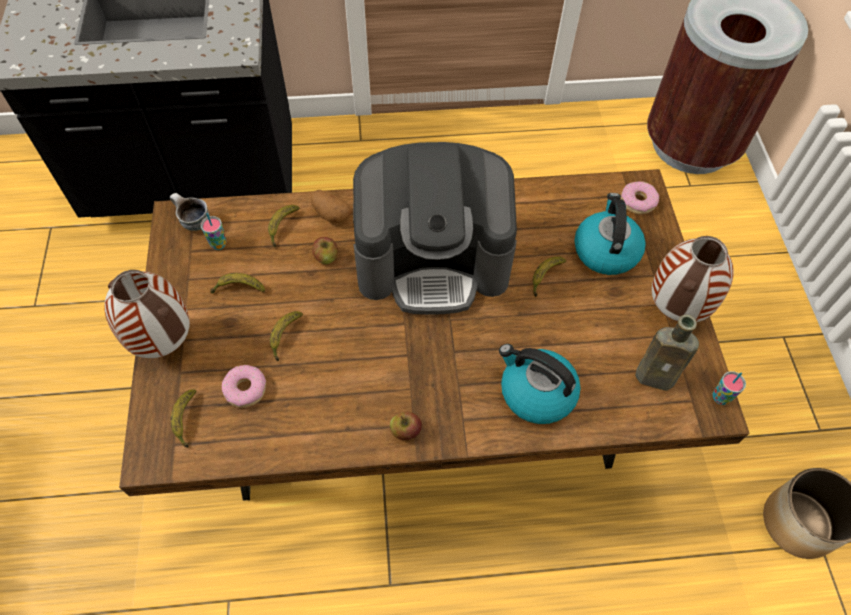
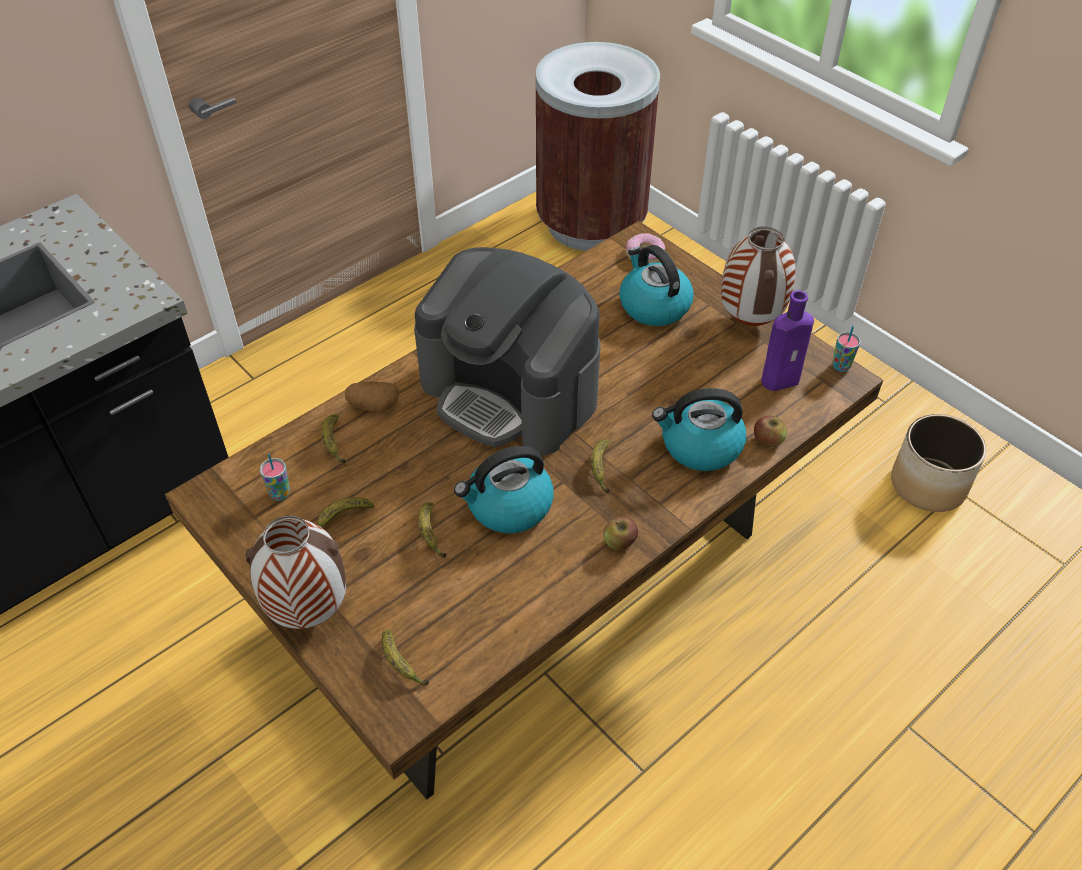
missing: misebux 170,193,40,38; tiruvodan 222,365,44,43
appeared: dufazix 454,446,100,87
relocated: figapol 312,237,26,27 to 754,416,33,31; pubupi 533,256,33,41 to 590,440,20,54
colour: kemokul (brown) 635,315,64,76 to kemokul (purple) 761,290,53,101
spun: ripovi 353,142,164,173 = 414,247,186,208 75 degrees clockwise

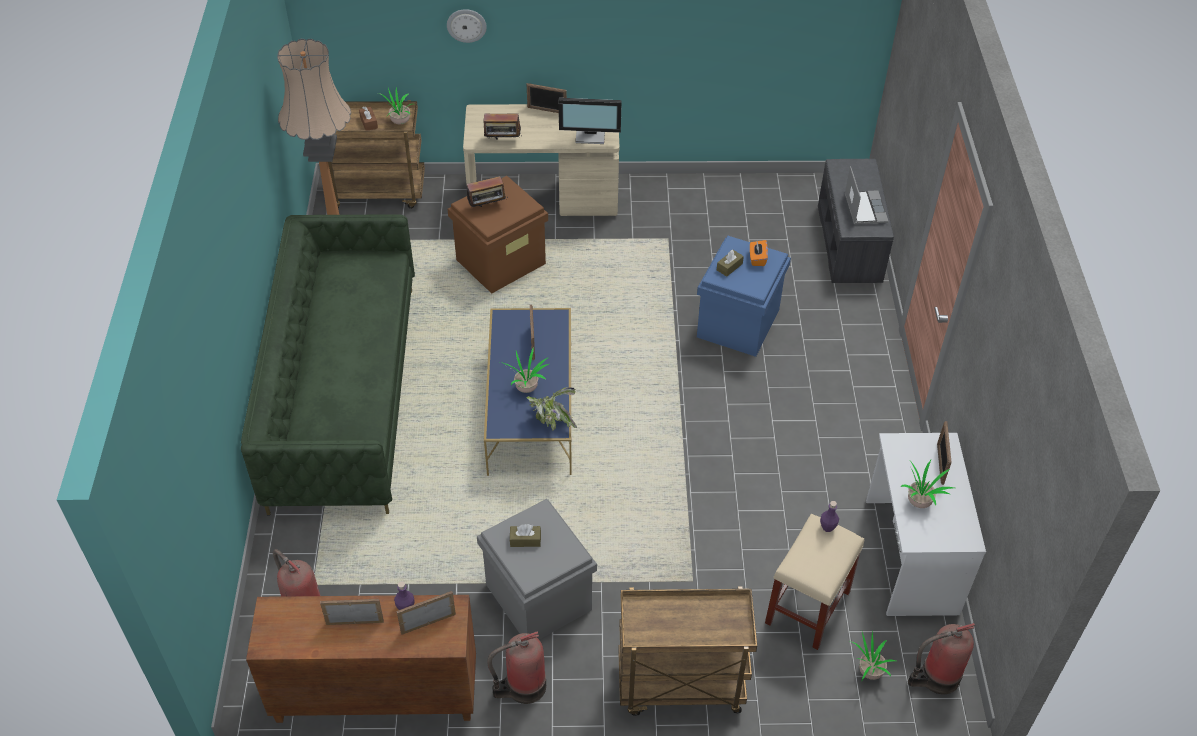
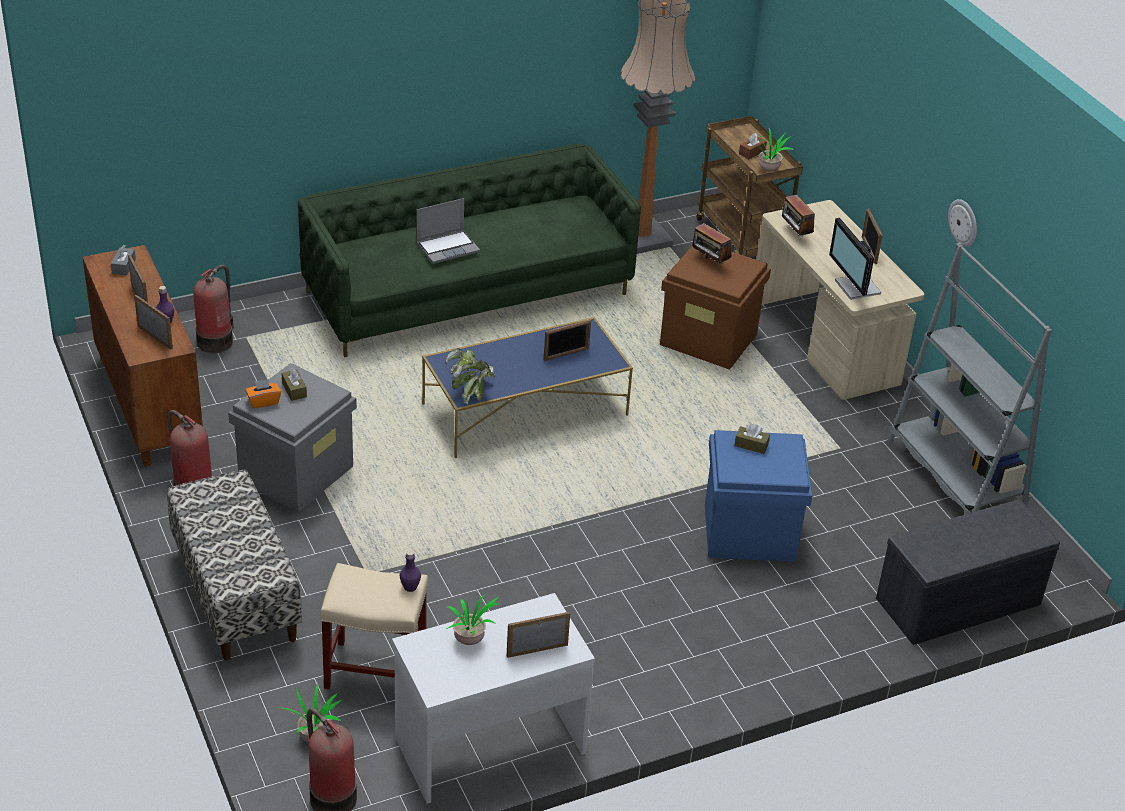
missing: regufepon 500,347,49,46
appeared: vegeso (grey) 111,245,25,31; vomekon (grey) 887,242,165,272
relocated: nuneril 447,9,40,34 to 948,199,29,48; vegeso (orange) 750,240,18,26 to 245,379,36,29; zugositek 845,166,44,58 to 416,198,64,66
exchanged: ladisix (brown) 618,587,139,129 to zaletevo 167,469,135,191

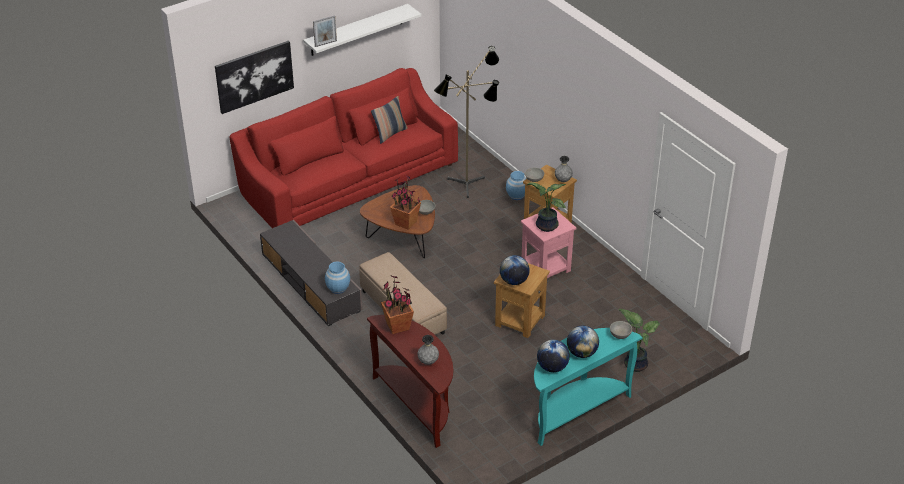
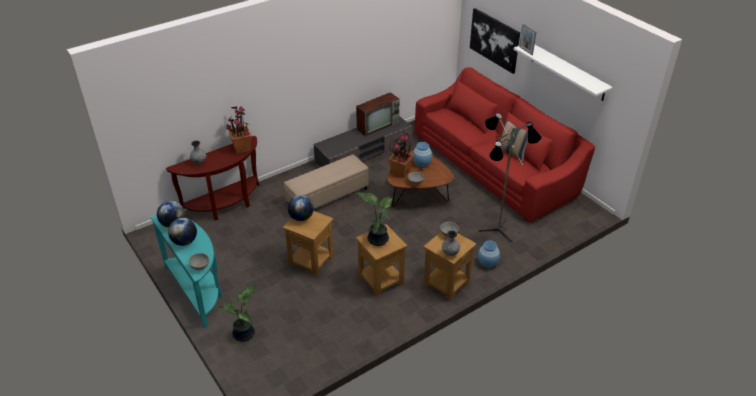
appeared: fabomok 356,92,44,45
relocated: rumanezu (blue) 325,261,25,33 to 413,142,19,26
colour: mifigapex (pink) 521,207,55,71 to mifigapex (brown) 355,224,52,72

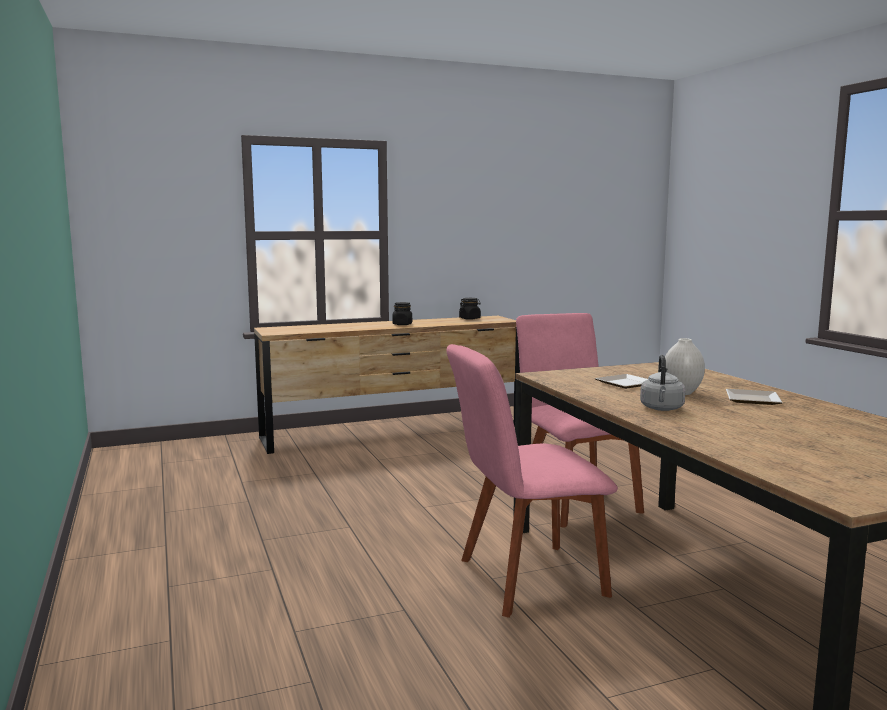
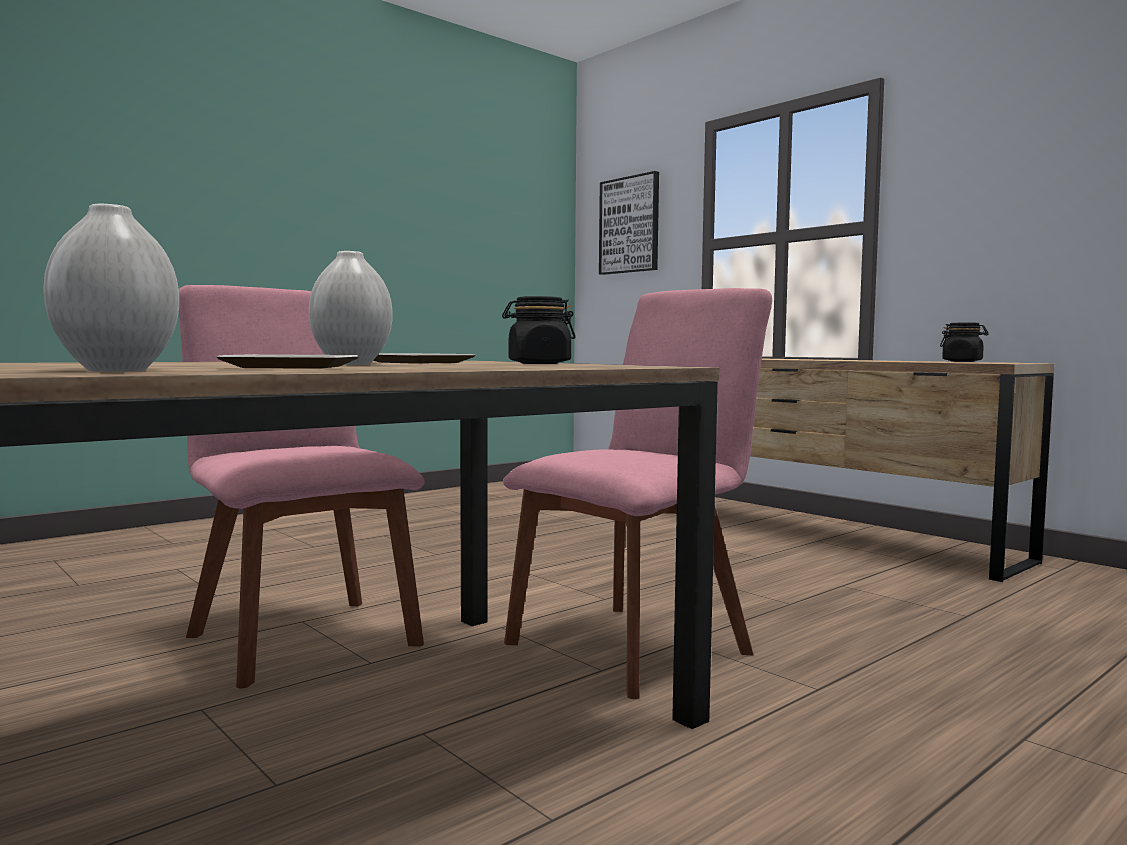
missing: dufazix (grey) 640,355,46,56
appeared: rumanezu (white) 44,204,135,168; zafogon 599,171,60,104
relocated: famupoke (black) 392,302,20,23 to 502,296,73,68

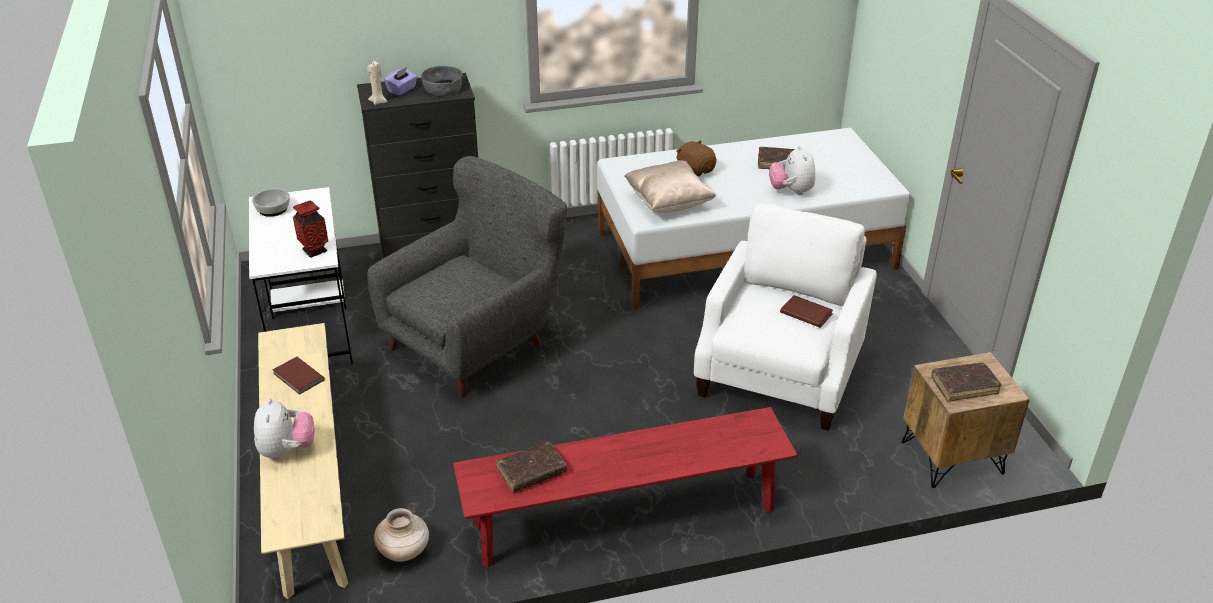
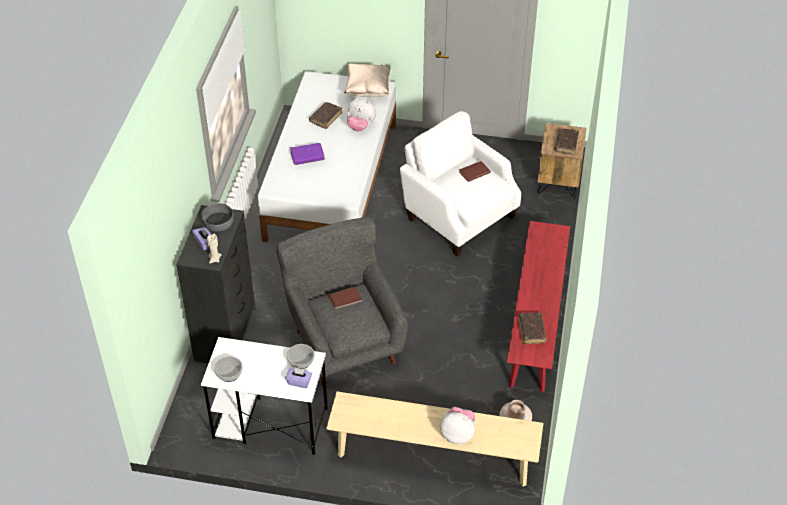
appeared: vegeso (purple) 285,367,27,21
relocated: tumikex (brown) 273,357,52,38 to 328,287,34,23; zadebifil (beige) 624,160,92,53 to 344,63,47,34
exchanged: rumanezu 293,200,35,58 to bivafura 286,344,29,25; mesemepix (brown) 676,140,41,37 to tumikex (purple) 290,143,35,22

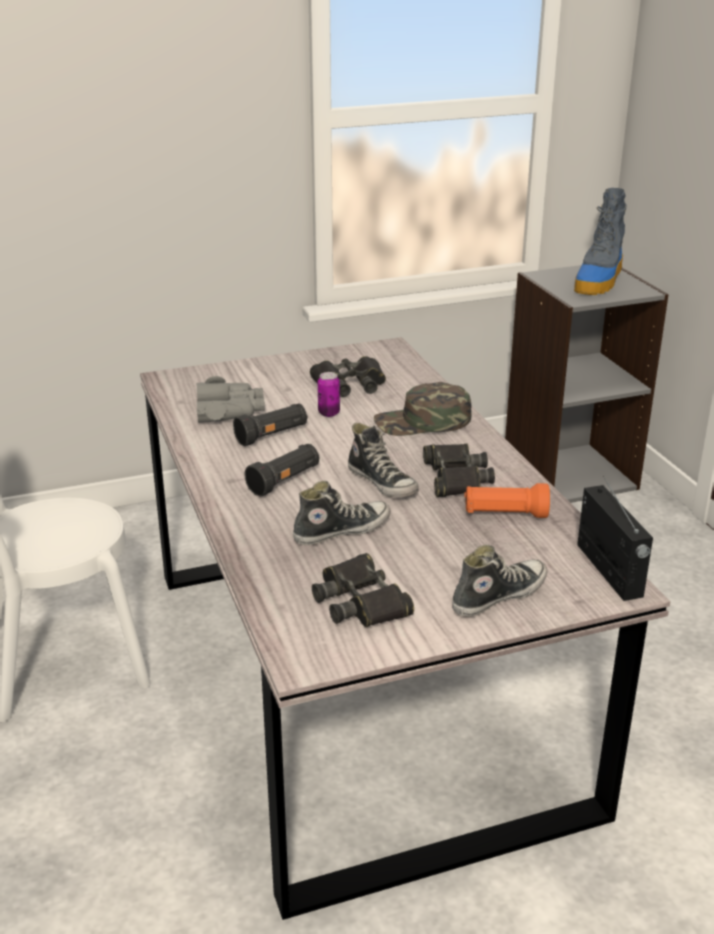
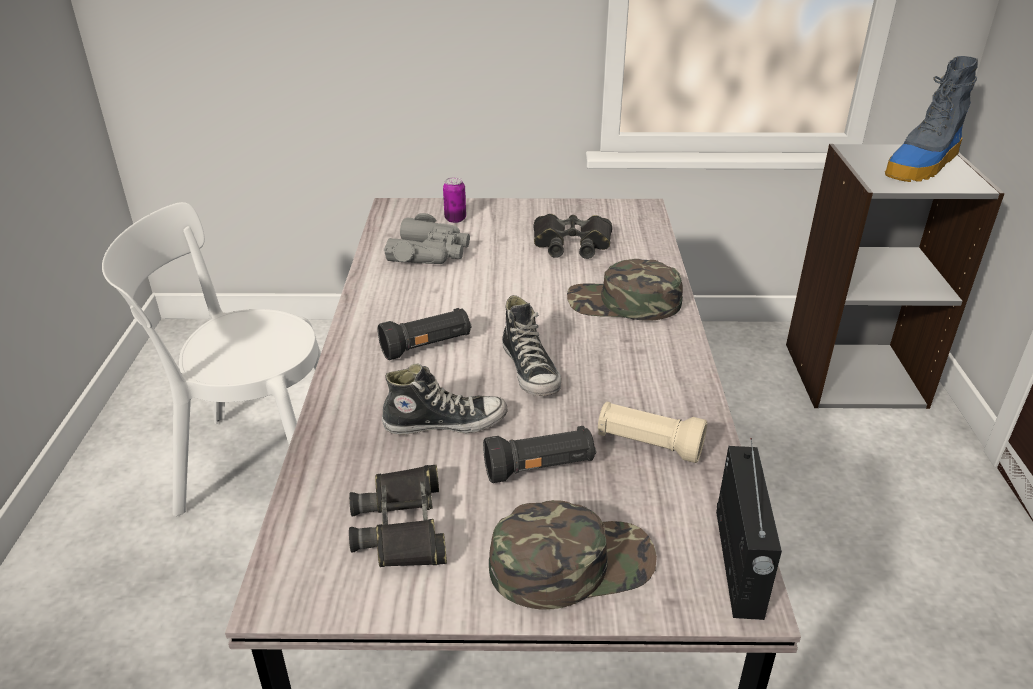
missing: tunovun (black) 423,444,72,53
relocated: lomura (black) 233,403,75,43 to 483,426,113,57; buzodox 318,372,22,45 to 443,177,23,46
exchanged: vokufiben 452,545,95,72 to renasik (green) 489,500,168,110
colour: lomura (orange) 464,483,86,35 to lomura (beige) 598,402,109,61

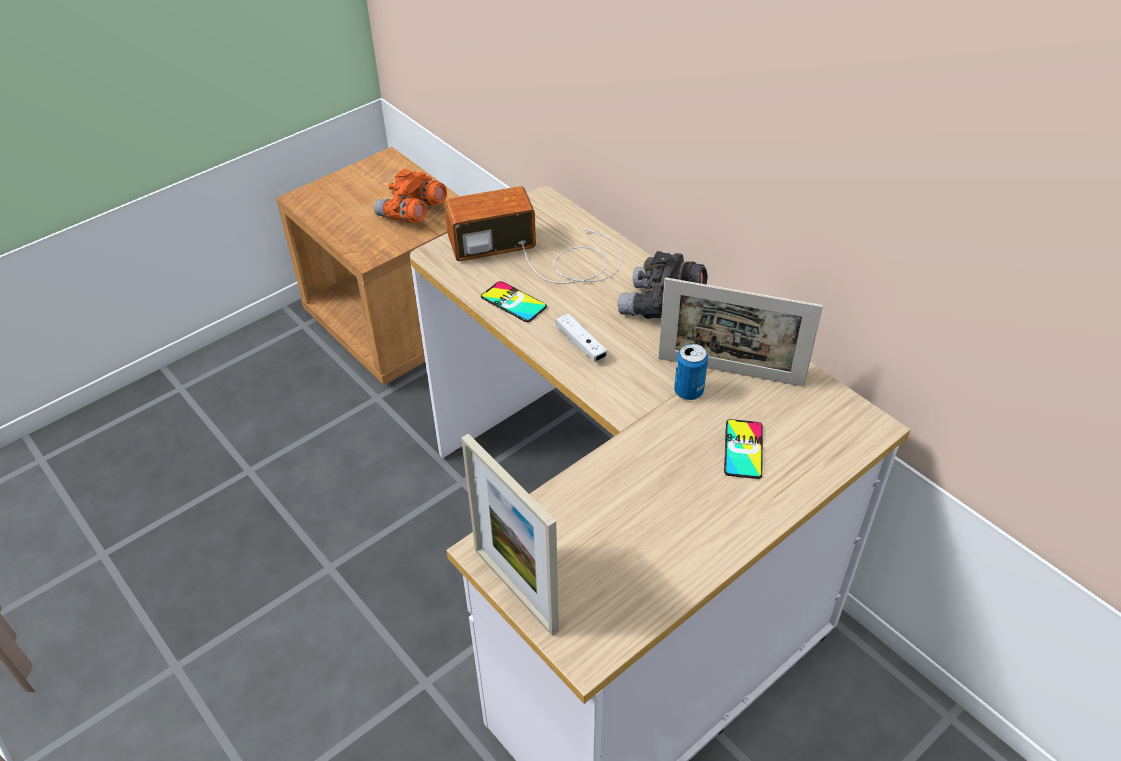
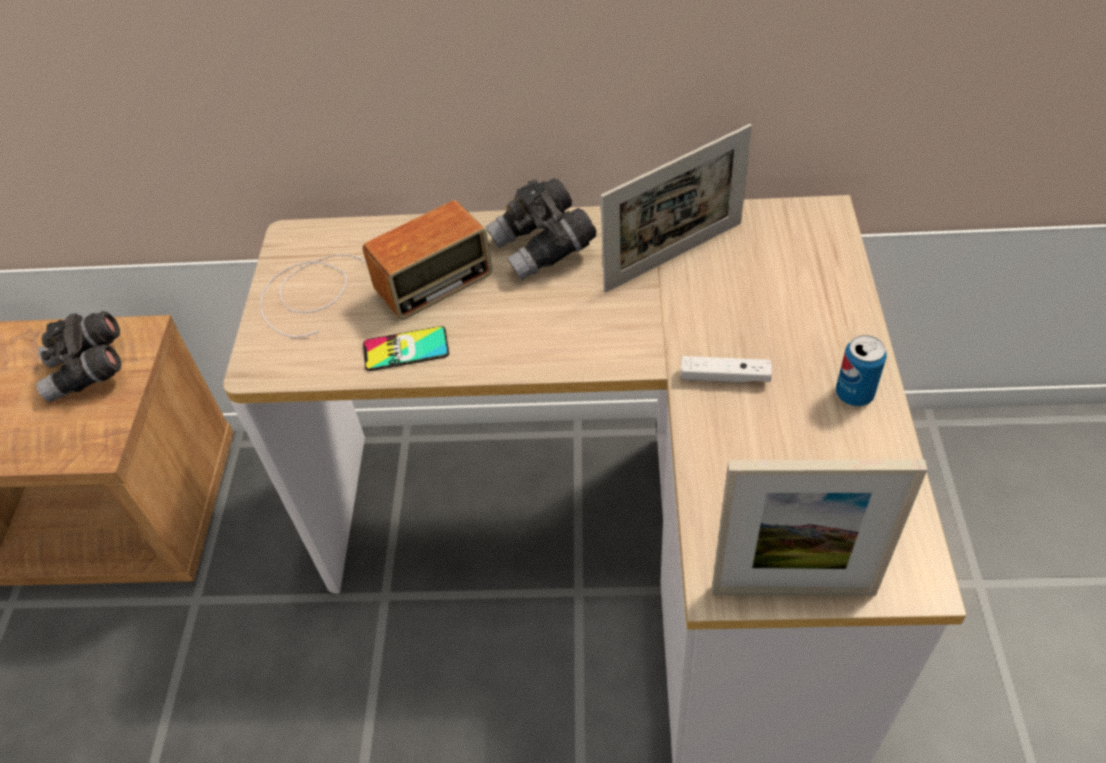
missing: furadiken 724,419,39,60
relocated: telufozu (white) 556,313,51,49 to 681,356,91,27; buzodox 674,343,34,57 to 836,335,51,71
colour: tunovun (orange) 374,169,73,54 to tunovun (grey) 37,311,84,91
spun: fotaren 444,186,179,98 = 260,200,232,138 150 degrees counterclockwise

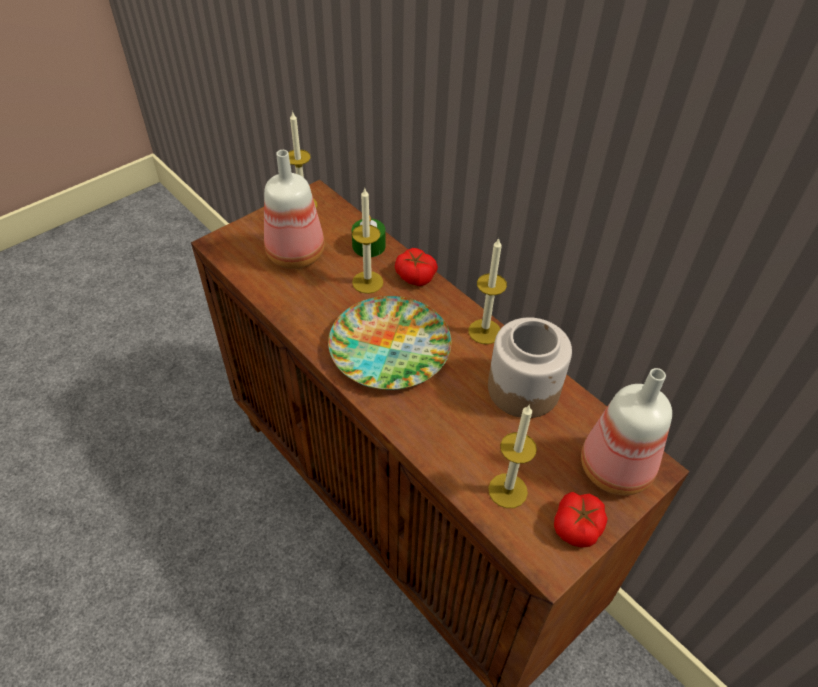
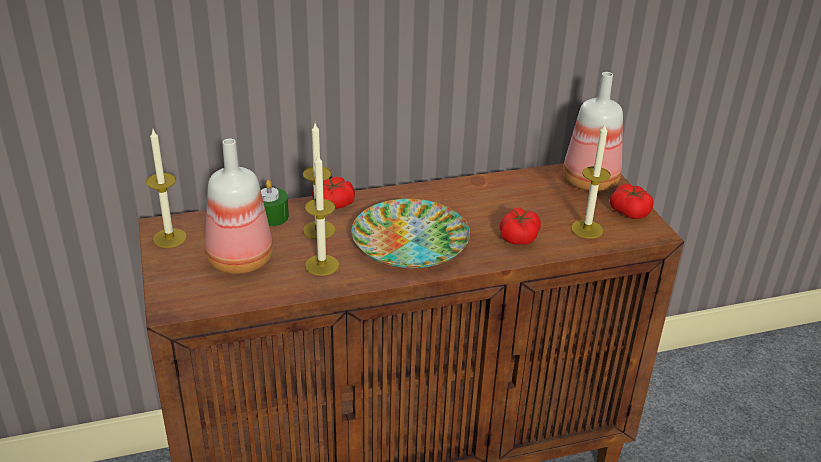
missing: famupoke 488,317,84,101
appeared: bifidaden 499,207,42,38
relocated: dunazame 469,238,38,106 to 305,155,34,121

